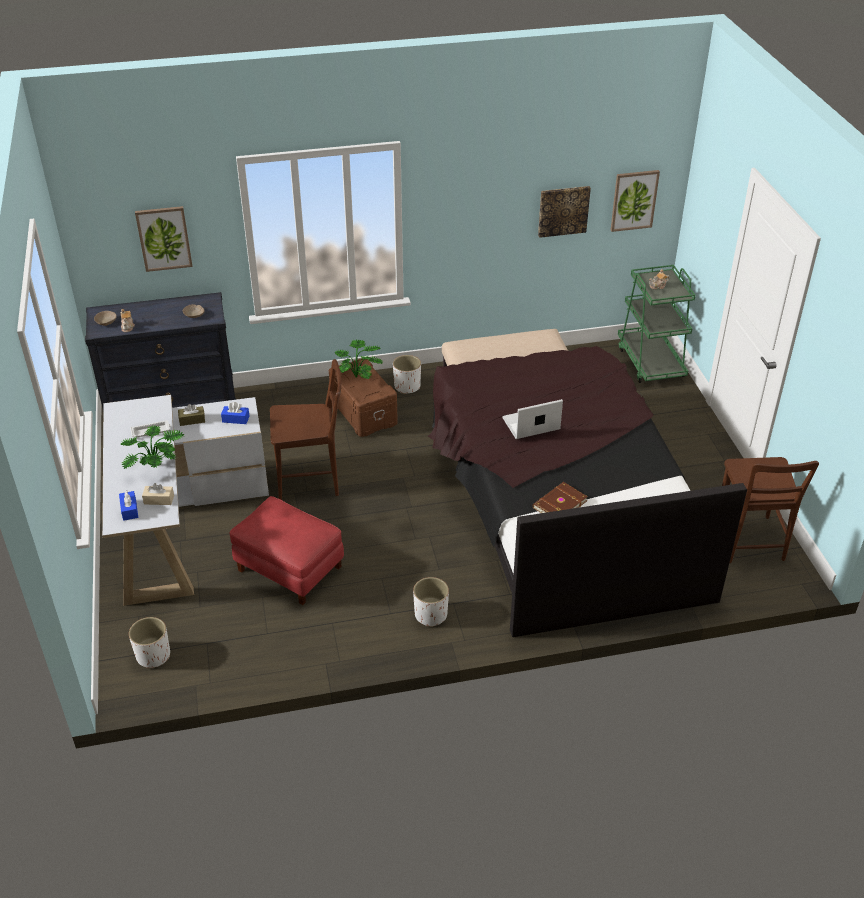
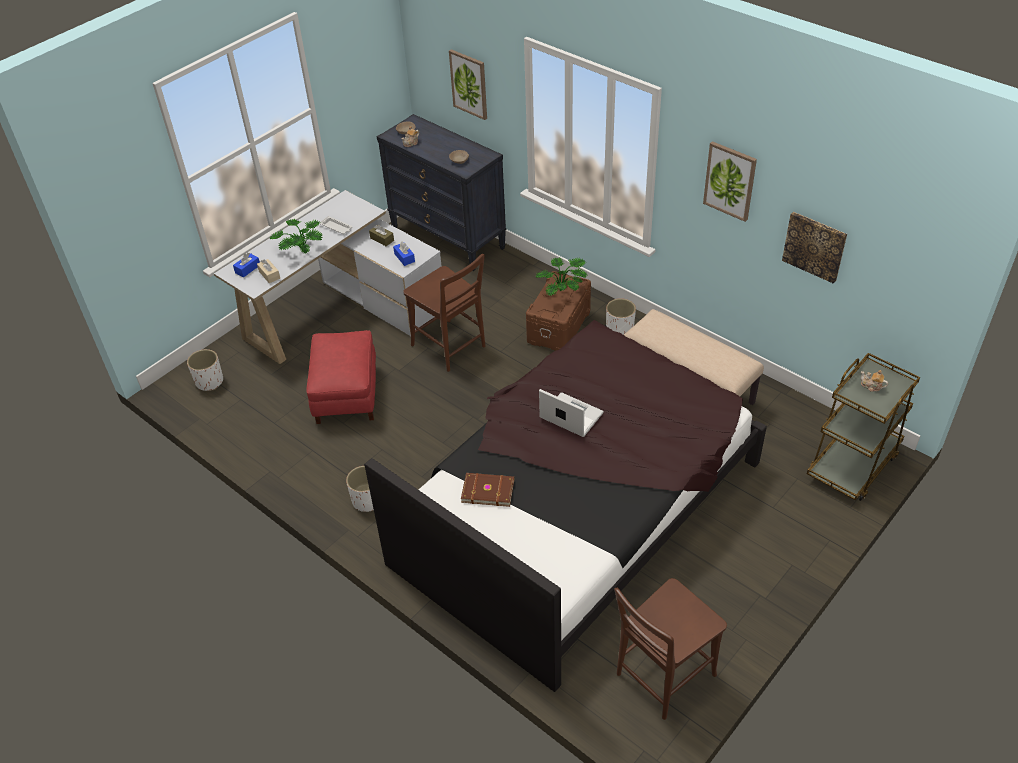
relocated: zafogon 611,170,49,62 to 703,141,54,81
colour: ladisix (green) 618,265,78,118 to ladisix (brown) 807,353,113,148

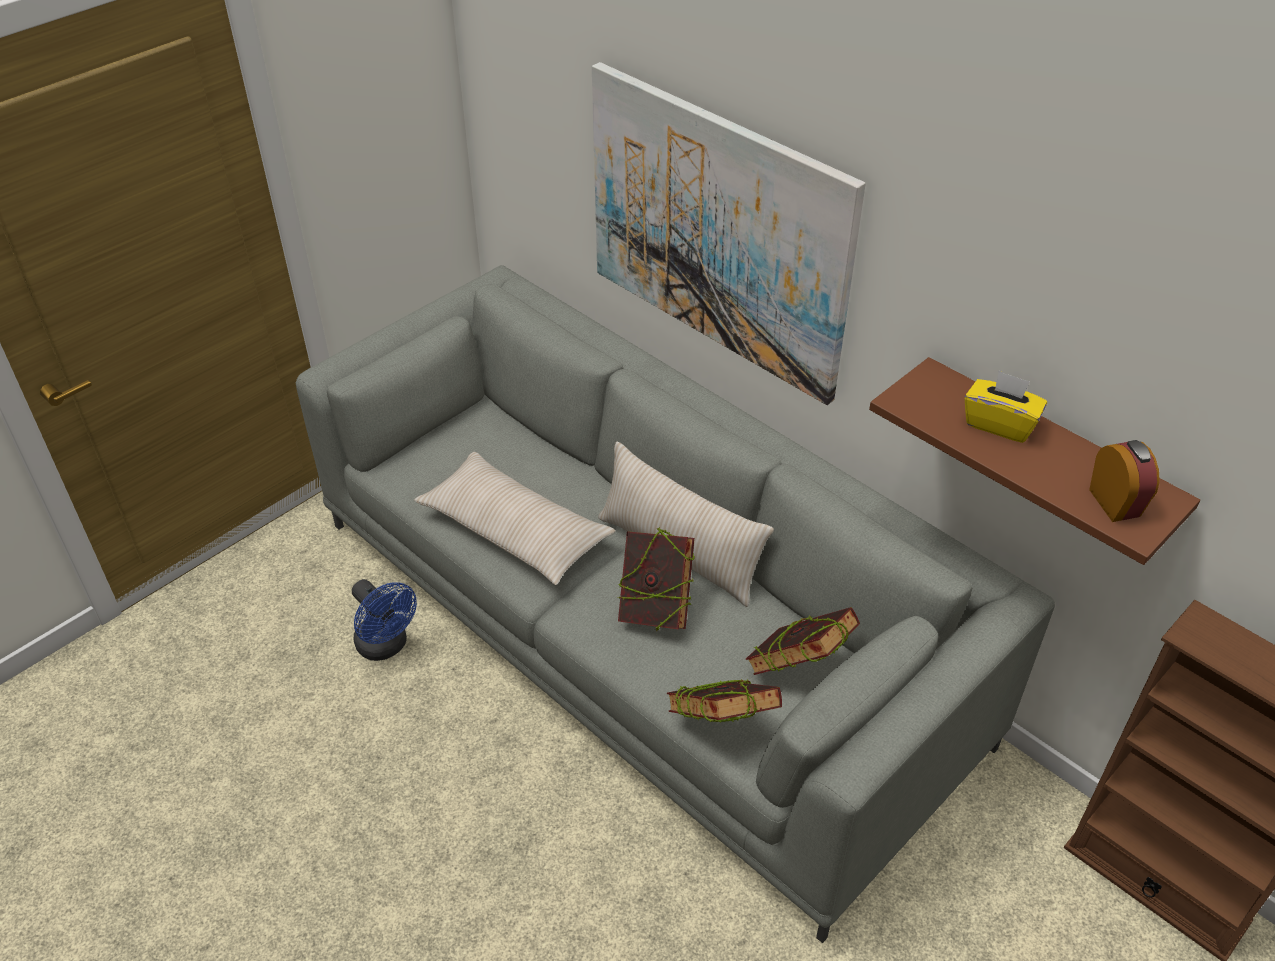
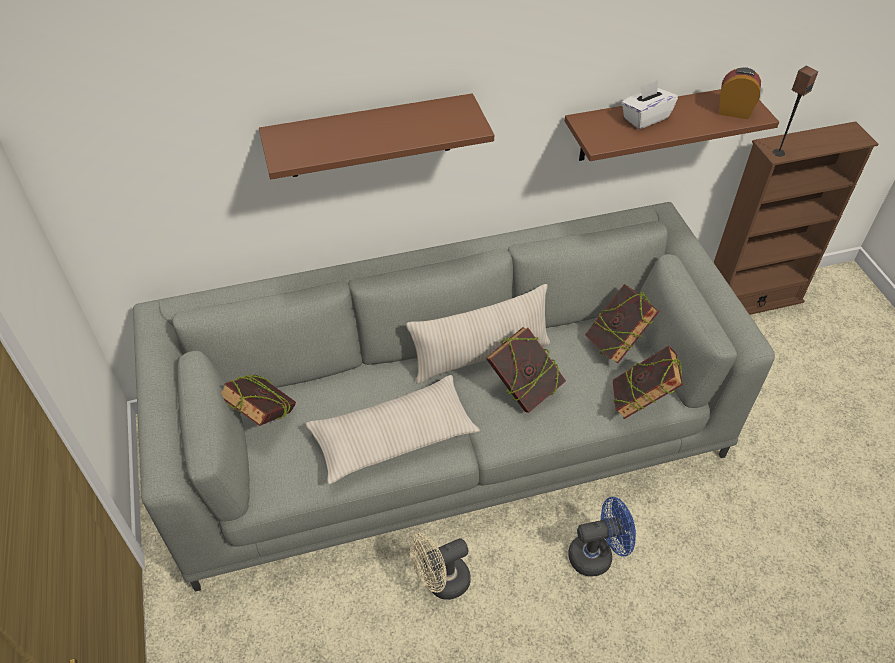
appeared: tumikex 221,375,75,51; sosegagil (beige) 410,533,61,67; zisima 773,66,45,91
relocated: sosegagil (blue) 352,579,65,82 to 568,497,68,80
exchanged: zafogon 592,62,274,343 to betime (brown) 259,93,235,86
colour: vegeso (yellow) 965,371,82,72 to vegeso (white) 621,80,57,49

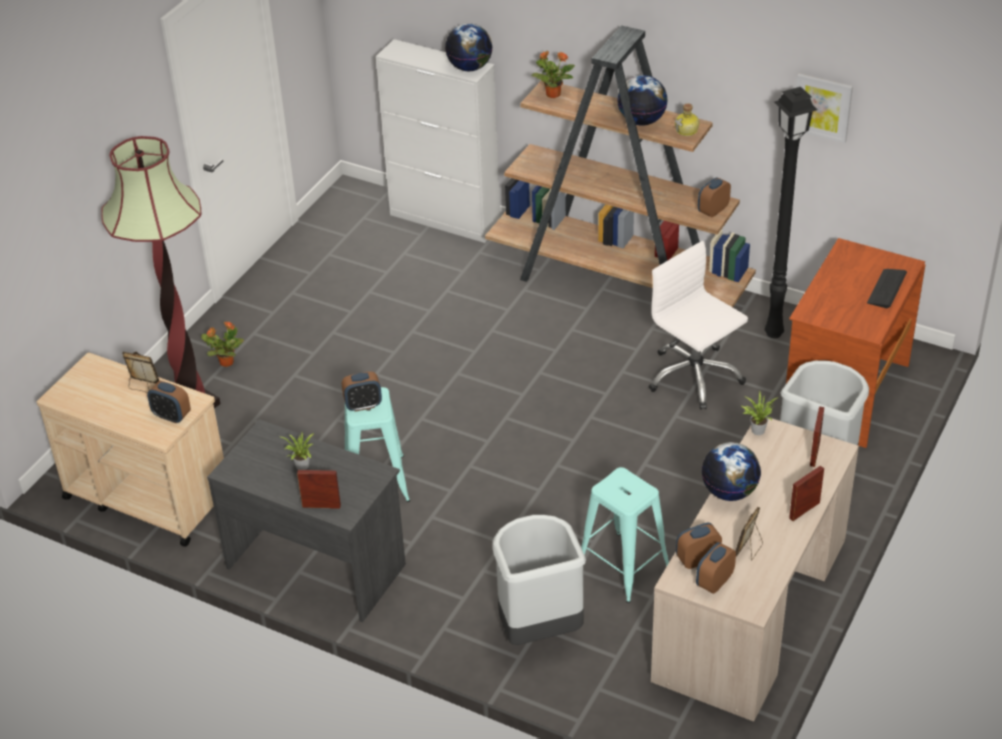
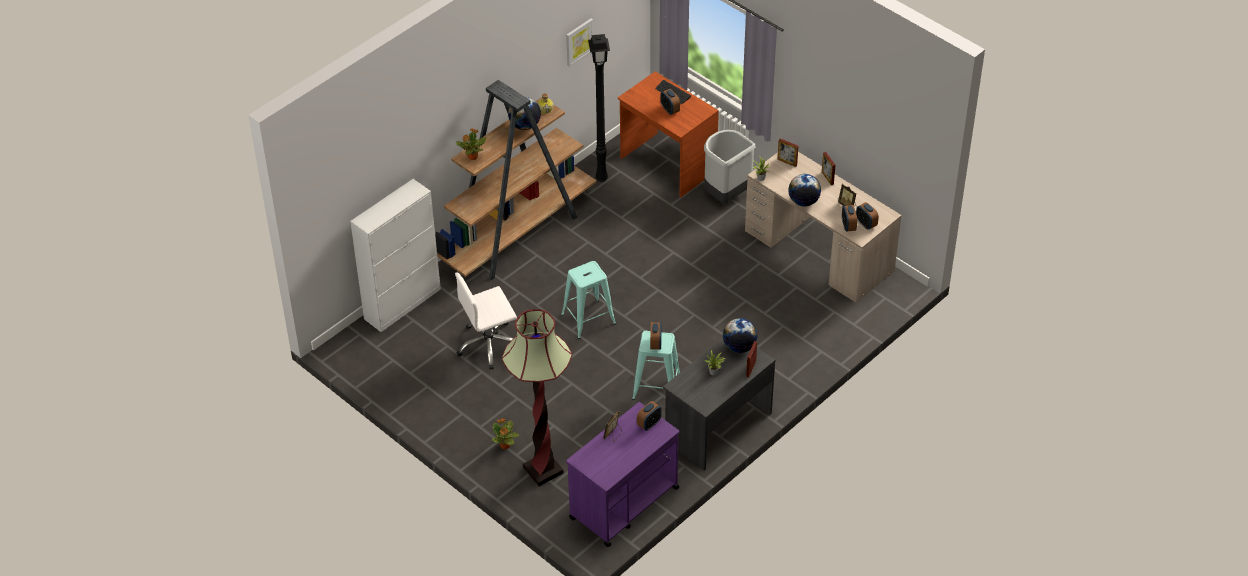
missing: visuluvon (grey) 492,515,94,130
relocated: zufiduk 445,24,48,47 to 723,318,34,35; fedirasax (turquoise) 581,467,88,136 to 561,261,55,78; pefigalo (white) 649,241,99,169 to 455,272,62,98; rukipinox 698,177,33,41 to 661,89,19,26
colour: ladisix (beige) 37,353,187,193 to ladisix (purple) 566,402,113,145

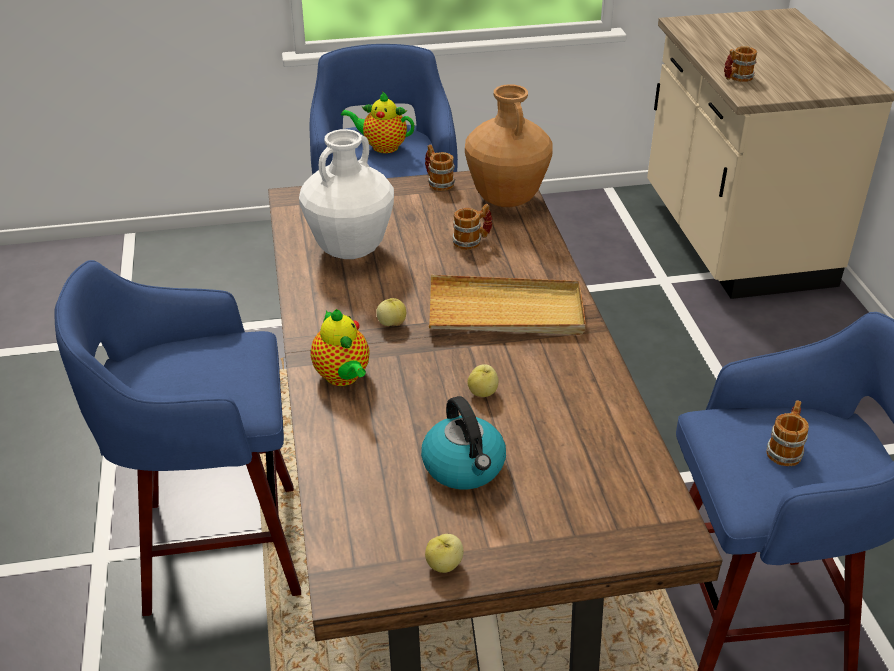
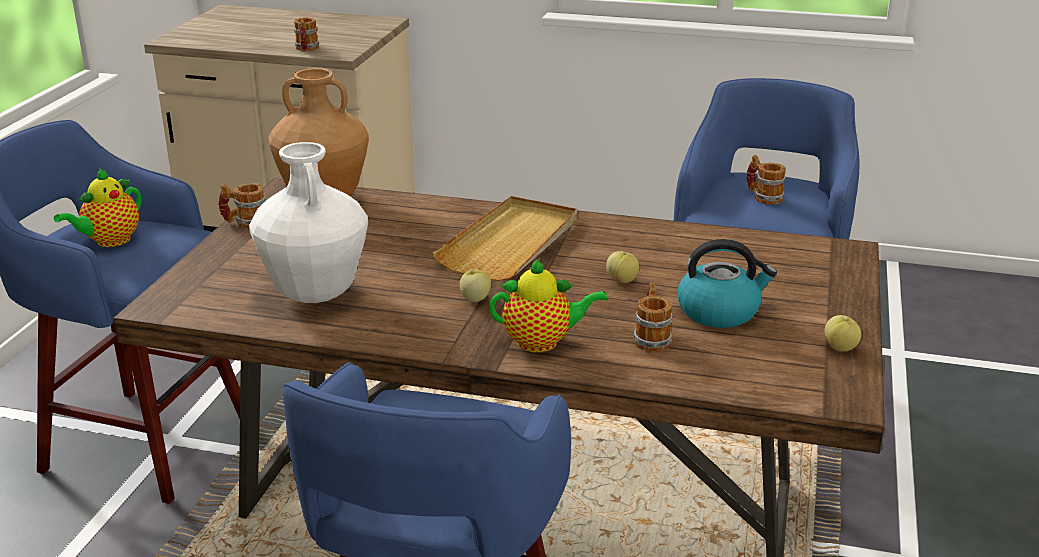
relocated: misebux 453,204,40,46 to 634,283,39,69

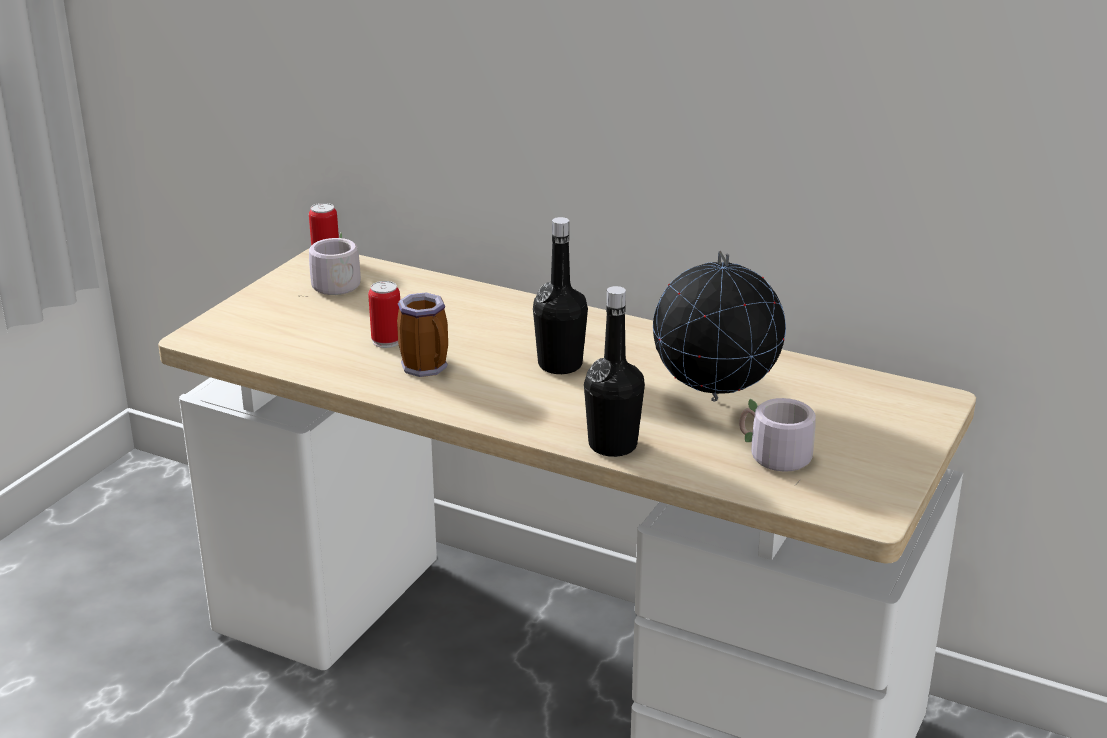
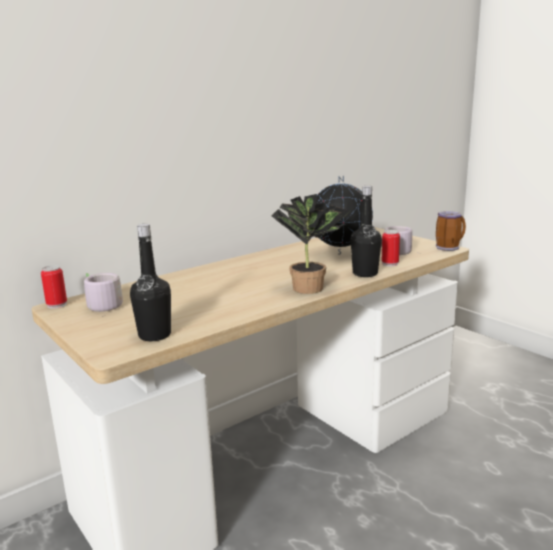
appeared: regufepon 271,194,79,100
relocated: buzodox 368,281,32,67 to 382,230,18,36; misebux 397,292,51,85 to 436,211,30,40; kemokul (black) 533,217,55,157 to 130,224,41,117

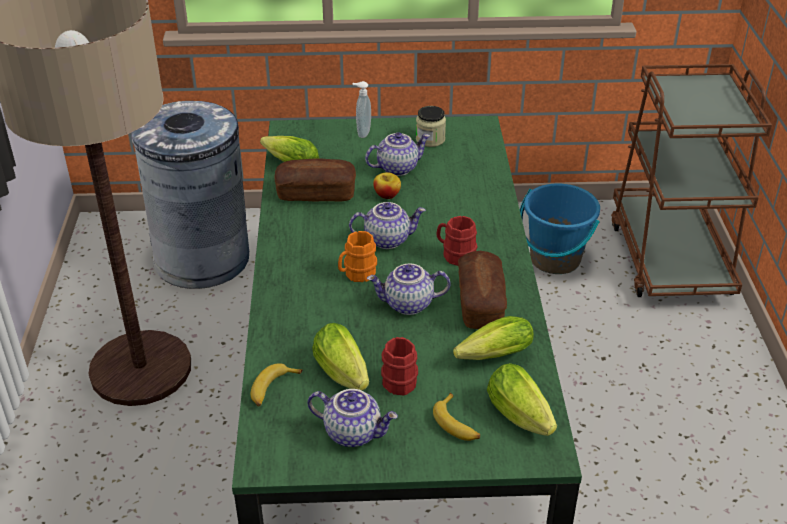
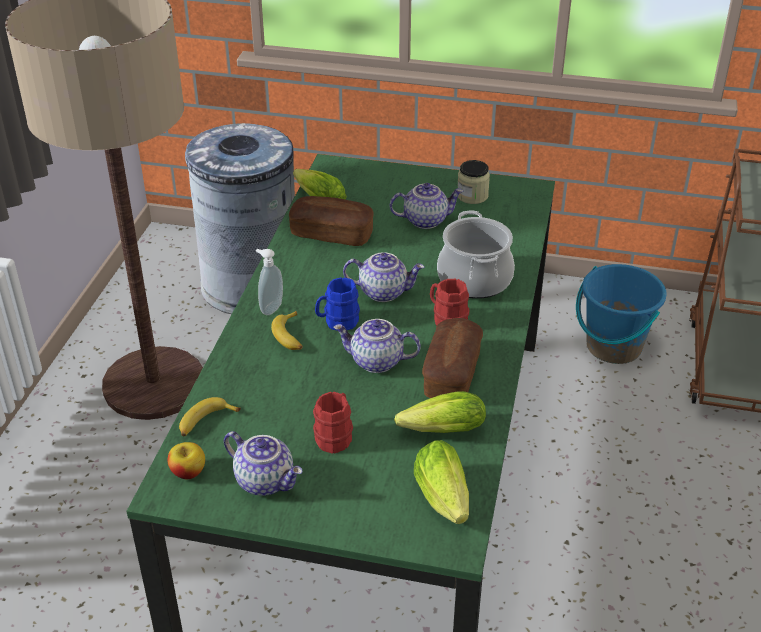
missing: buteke 312,323,57,68
appeared: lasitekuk 437,211,78,88
relocated: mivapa 353,81,18,57 to 256,249,27,66; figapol 373,172,28,27 to 168,442,37,37; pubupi 433,393,47,48 to 271,311,32,39
colour: misebux (orange) 338,231,39,51 to misebux (blue) 315,277,45,53

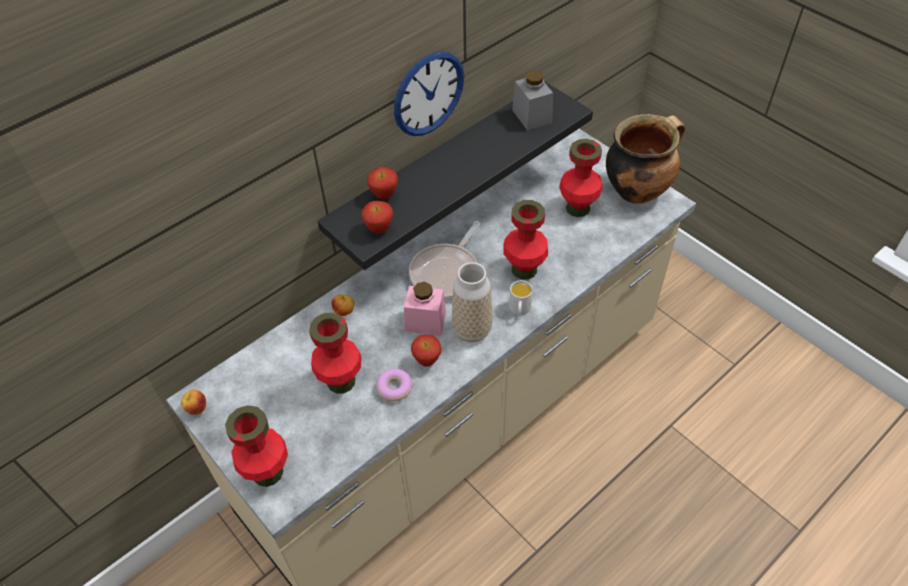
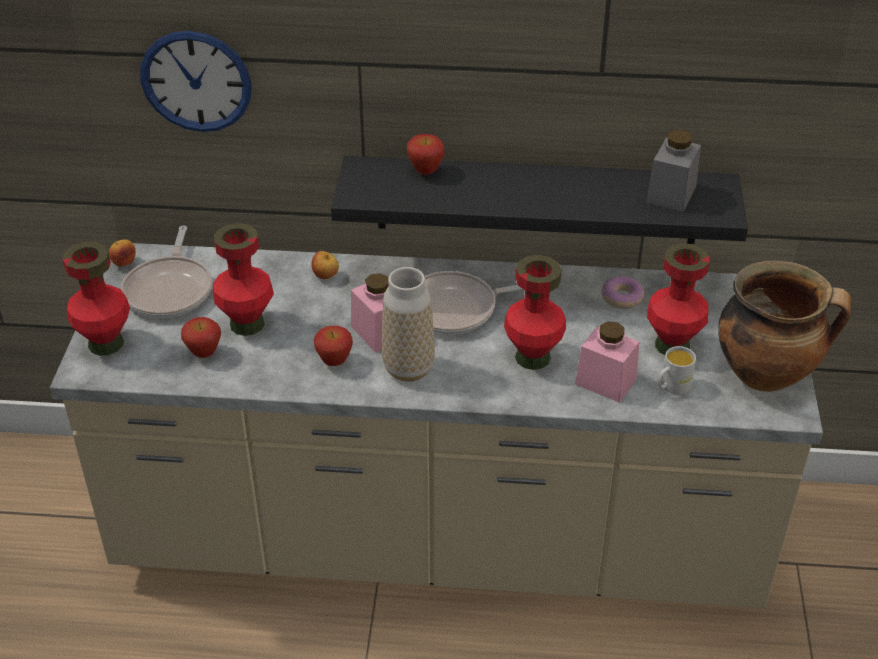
appeared: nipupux 121,225,91,93; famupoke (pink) 575,321,64,82
relocated: figapol 361,201,32,33 to 181,317,40,41; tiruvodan 376,369,37,32 to 601,276,43,33; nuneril 394,52,70,84 to 140,31,112,101; misebux (white) 509,280,24,36 to 658,346,38,48

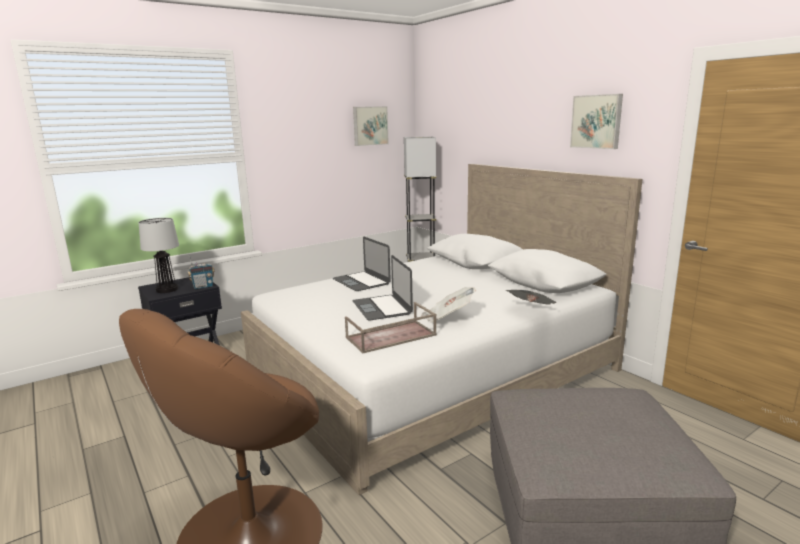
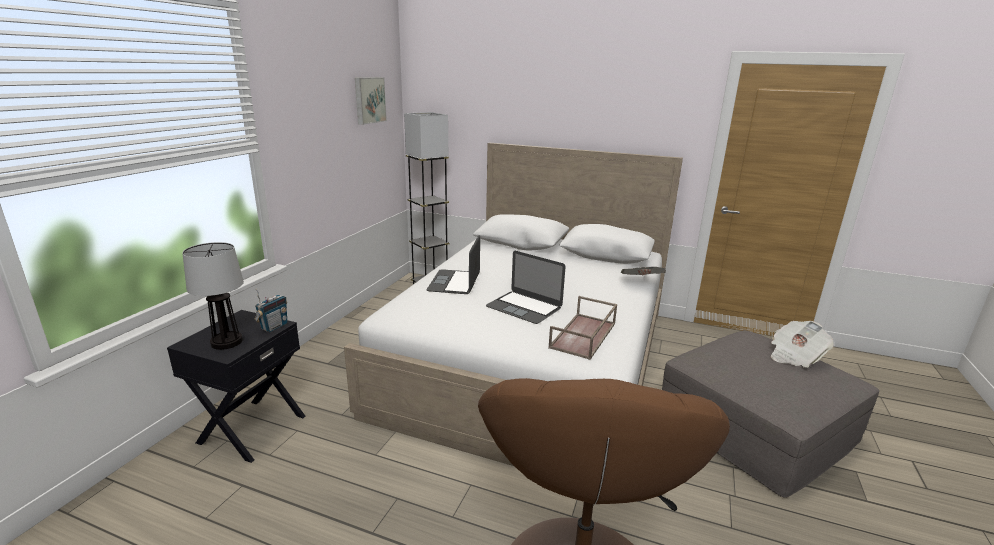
missing: zafogon 570,94,53,55
relocated: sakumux 421,287,55,36 to 771,321,63,47
spun: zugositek 333,237,58,54 = 426,235,54,59 75 degrees clockwise

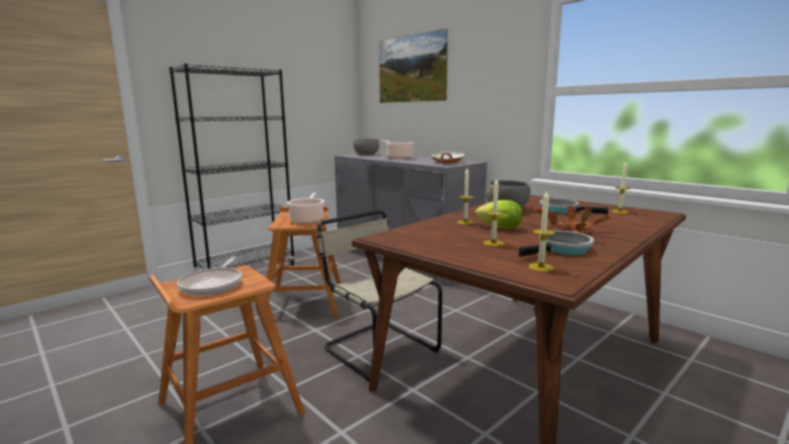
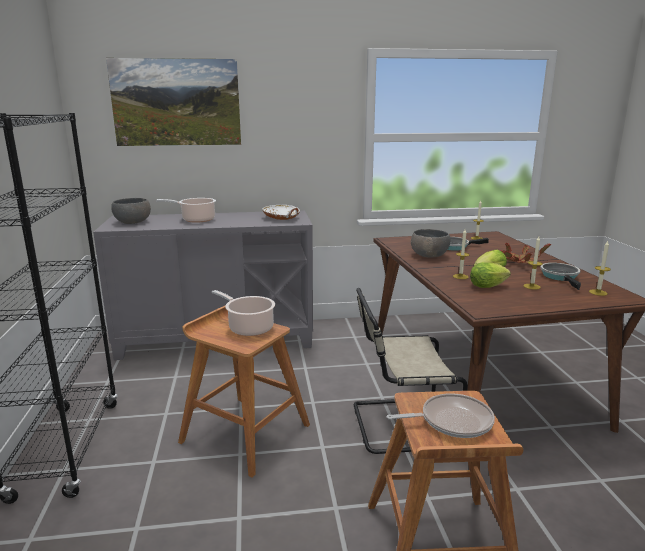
appeared: buteke 470,262,41,26
spun: nipupux 177,257,65,39 = 387,393,108,45 45 degrees counterclockwise

